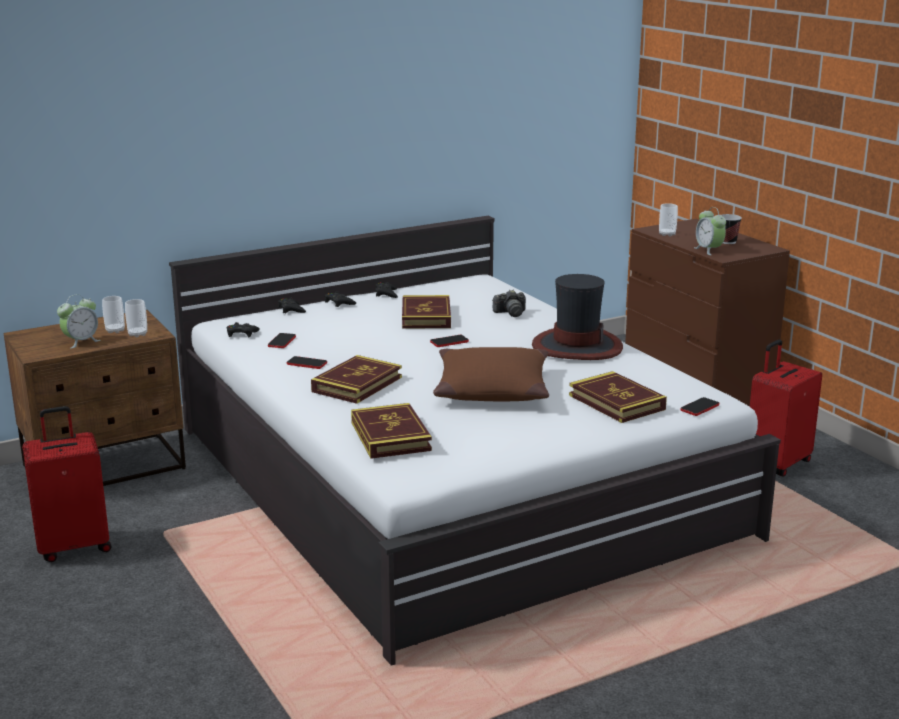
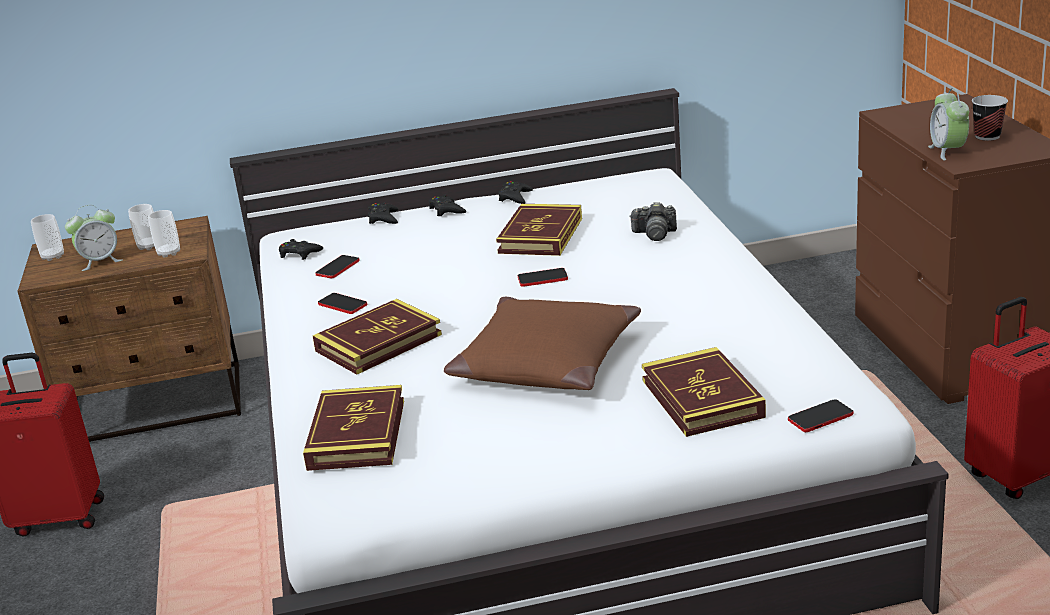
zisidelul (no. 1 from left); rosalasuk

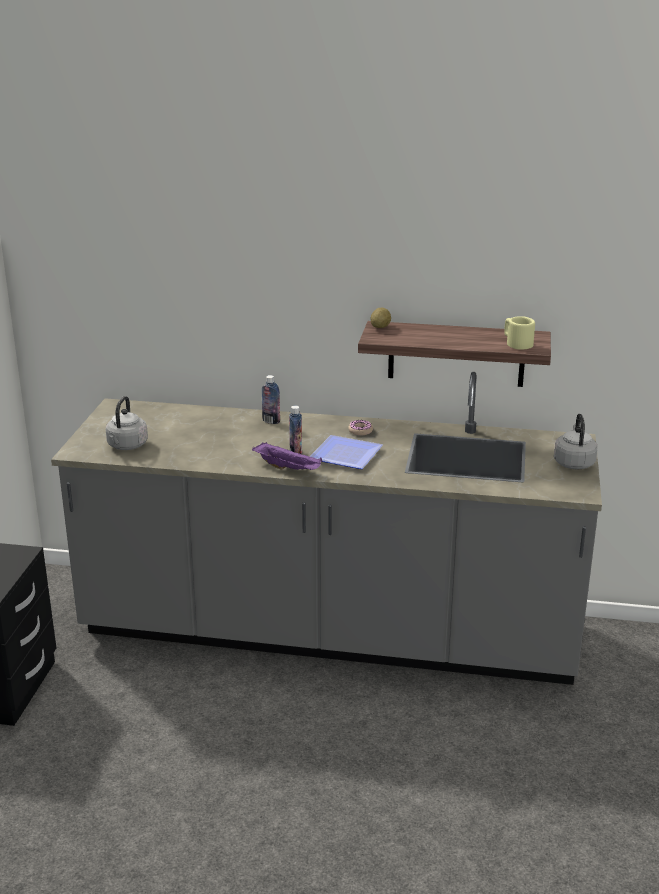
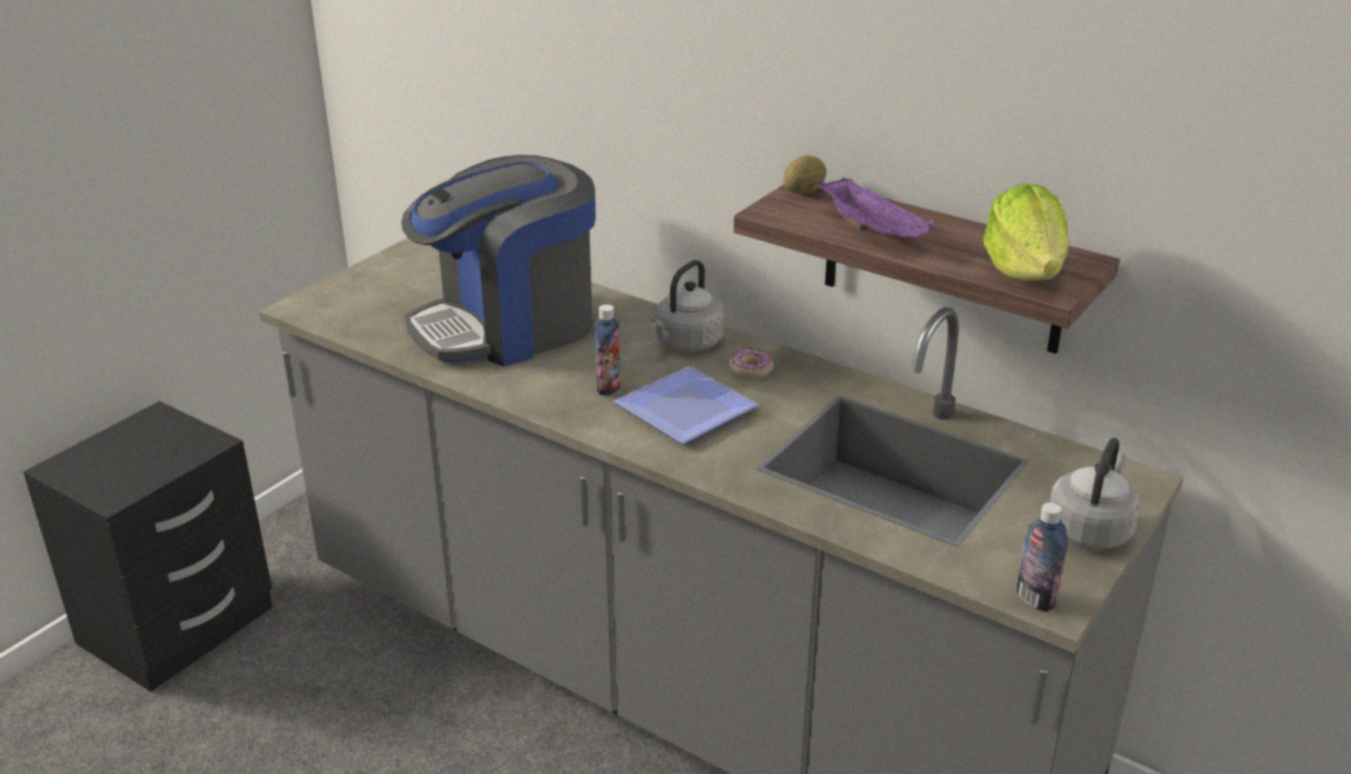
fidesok; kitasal (no. 2 from left); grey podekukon (no. 1 from left); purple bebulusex; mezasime

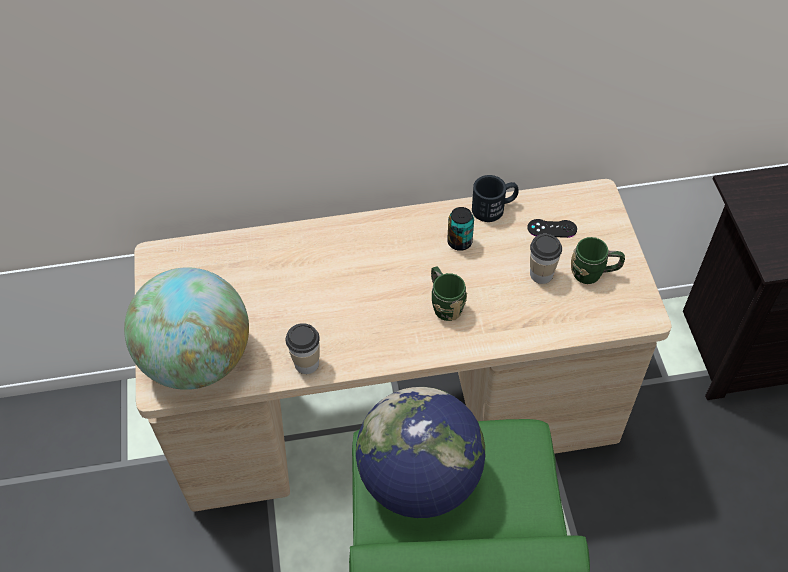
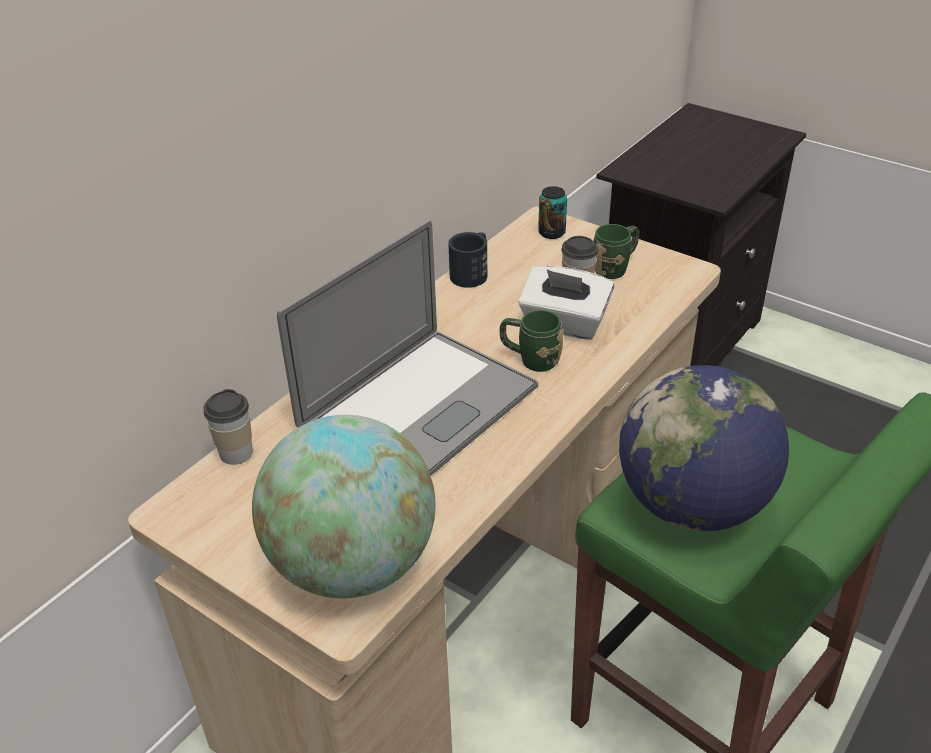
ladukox; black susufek; zisidelul (no. 1 from left); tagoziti; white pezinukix

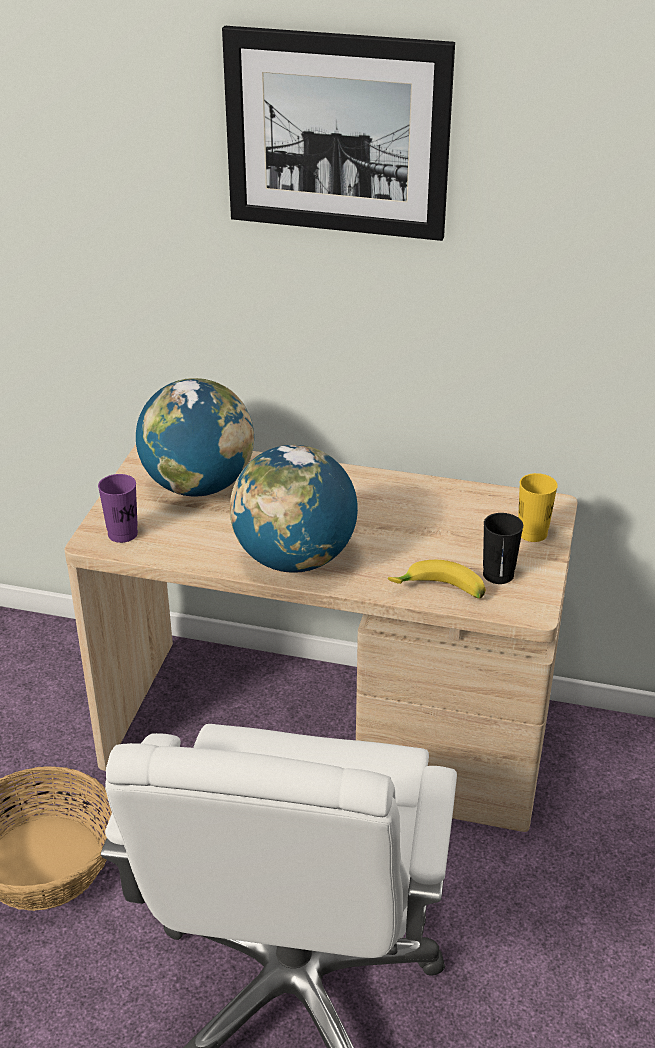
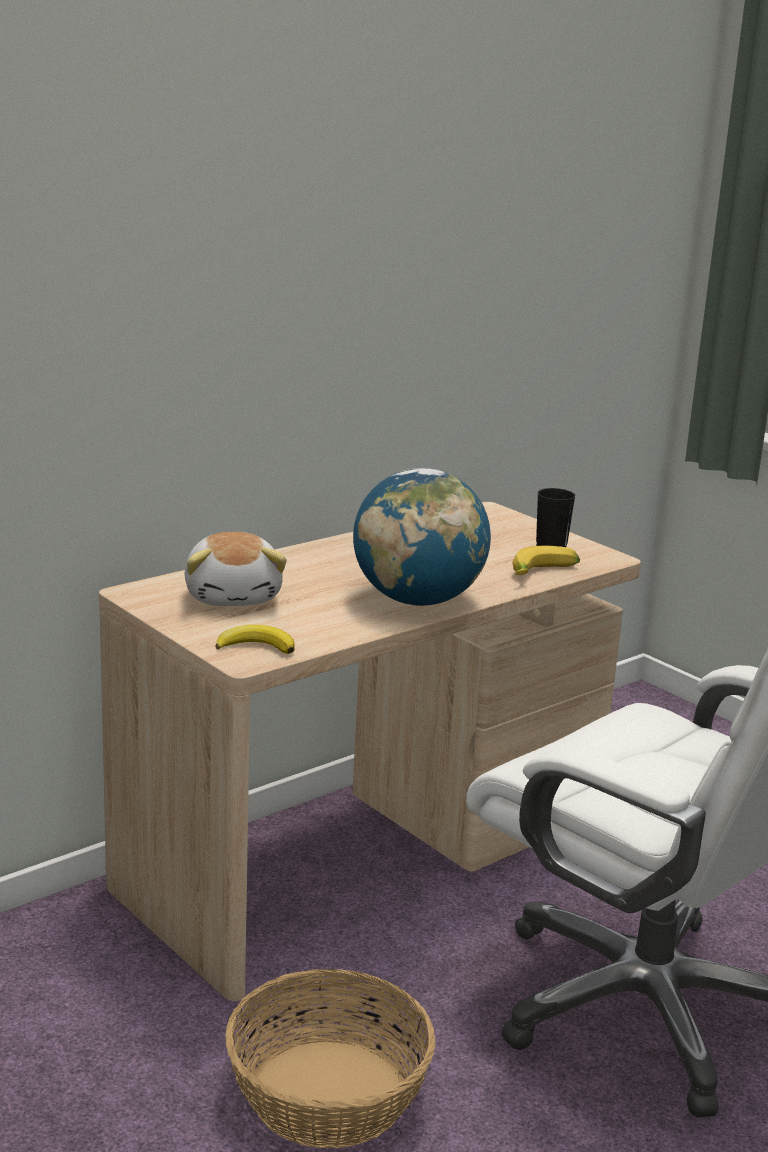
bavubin; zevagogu; yellow zisidelul; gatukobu (no. 1 from left)

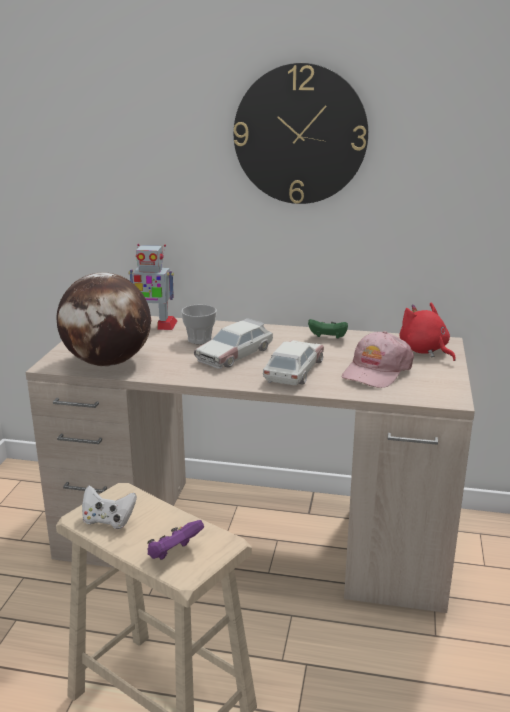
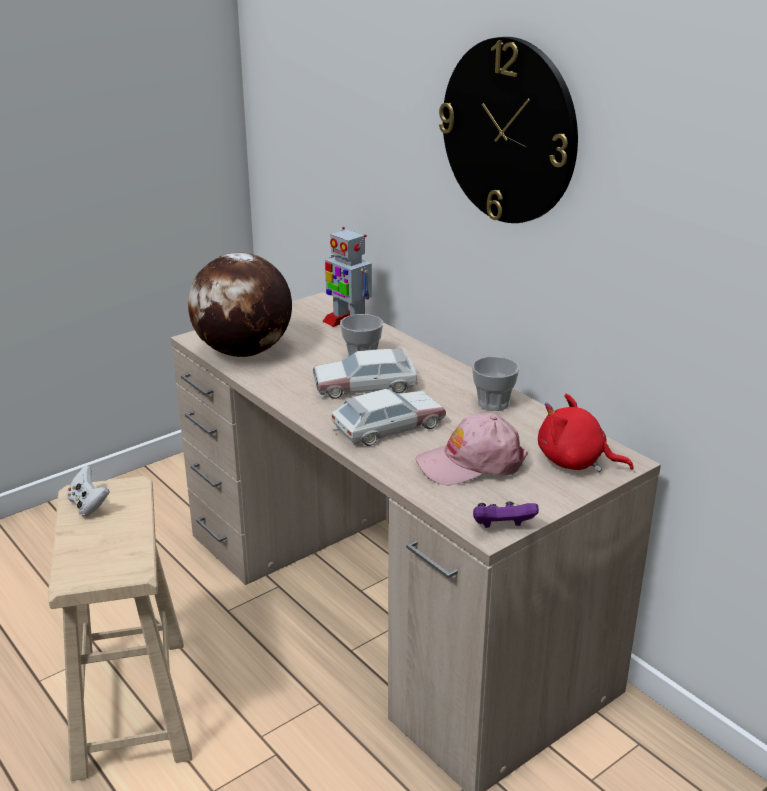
red zevagogu; zisidelul (no. 2 from left); purple susufek

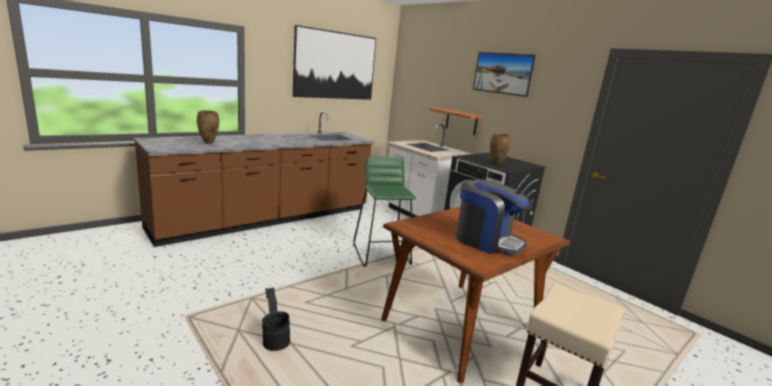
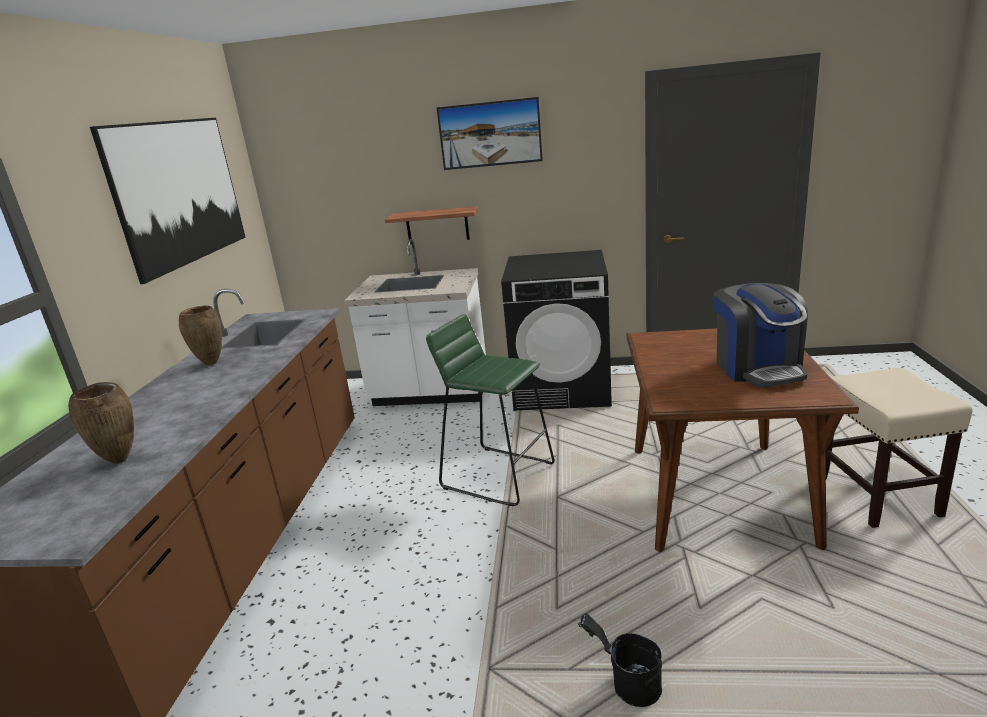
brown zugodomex (no. 2 from left); mezasime

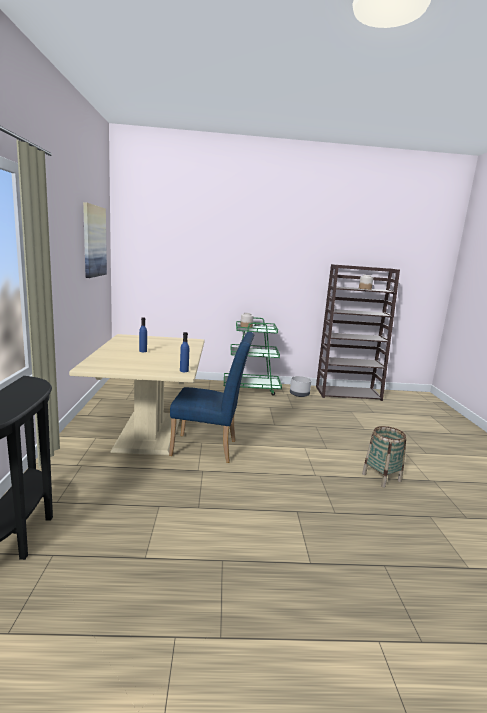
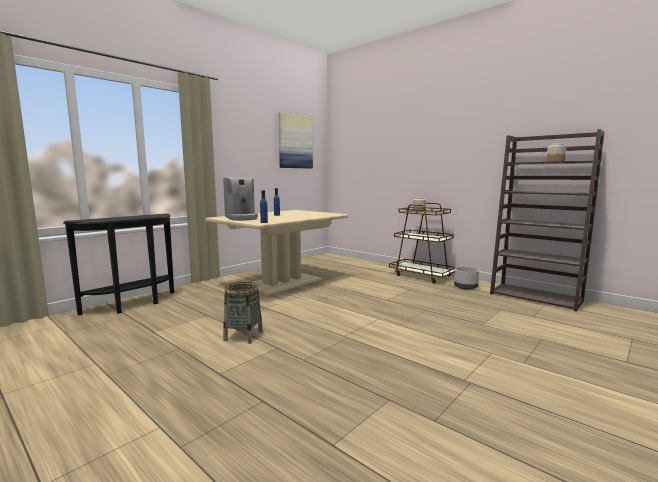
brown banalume; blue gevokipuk; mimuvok; mezasime

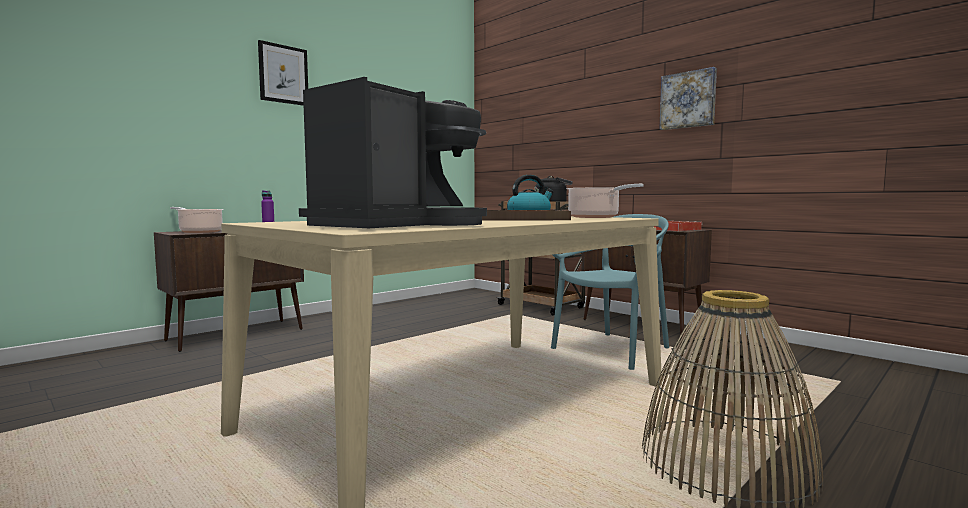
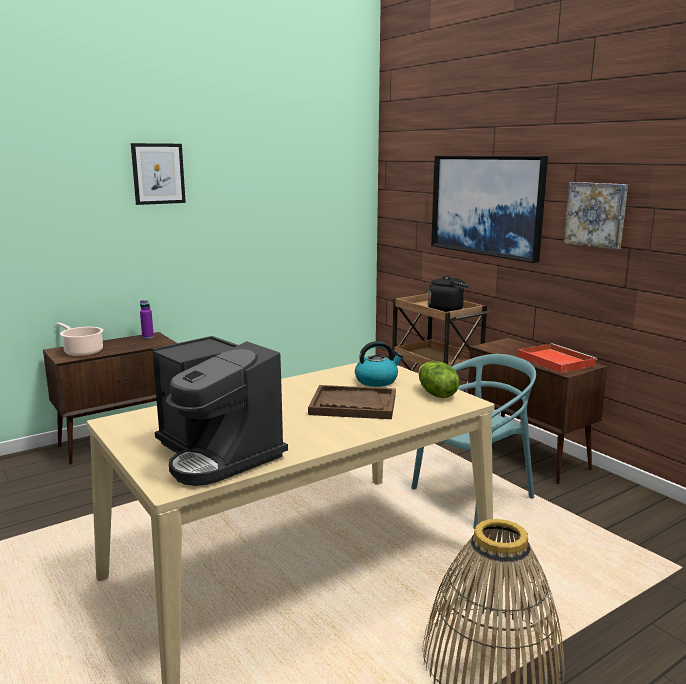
mezasime; fidesok; bavubin (no. 2 from left)

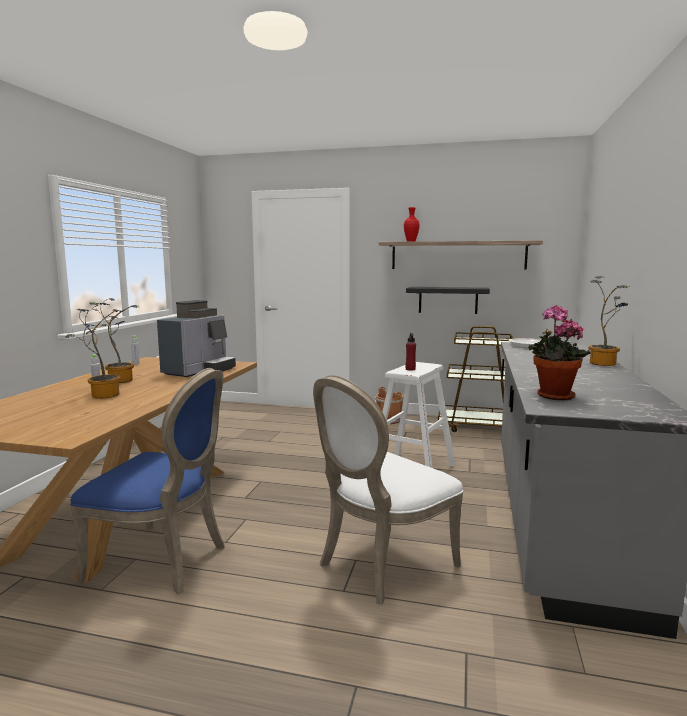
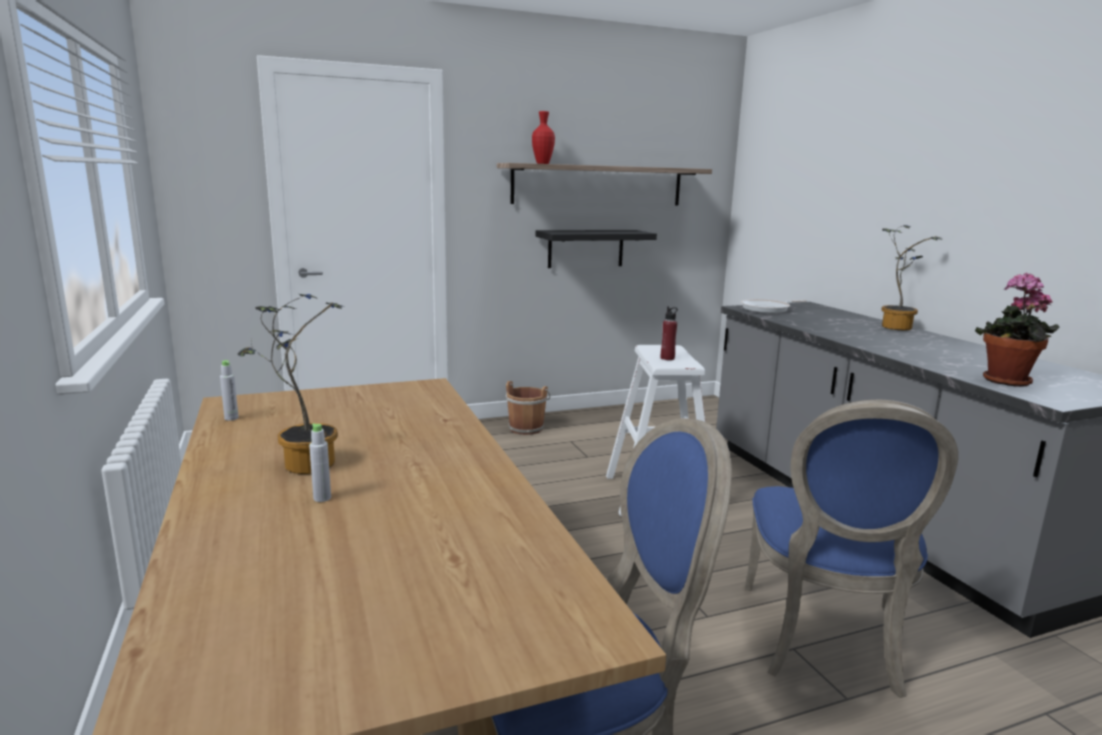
mezasime; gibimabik (no. 1 from left in the first image); brown banalume; blue gevokipuk (no. 2 from left)

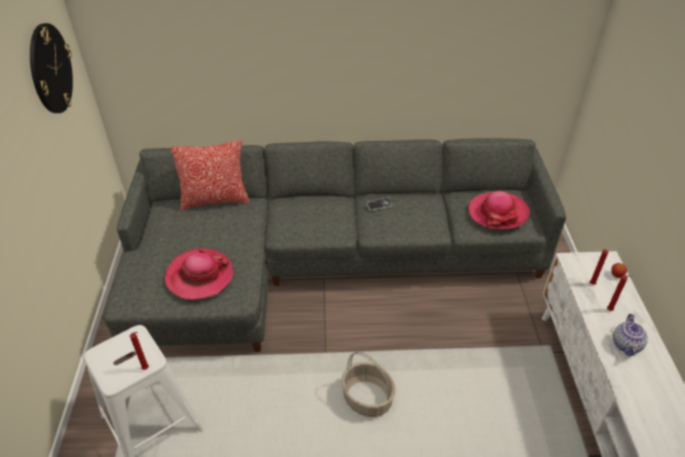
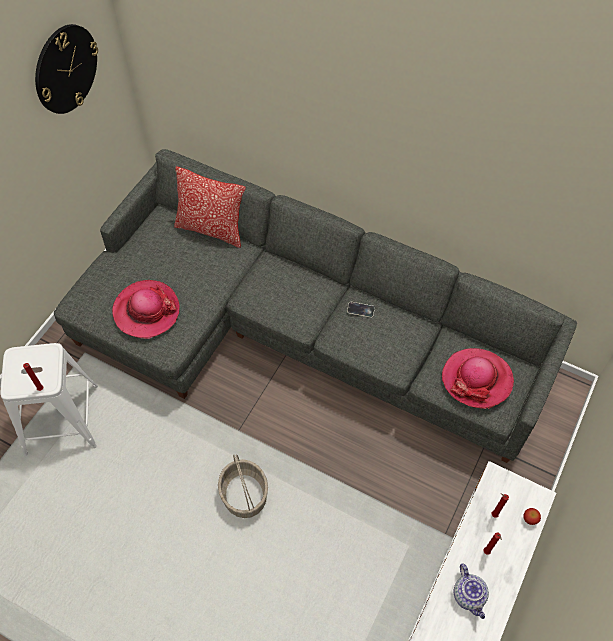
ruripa

